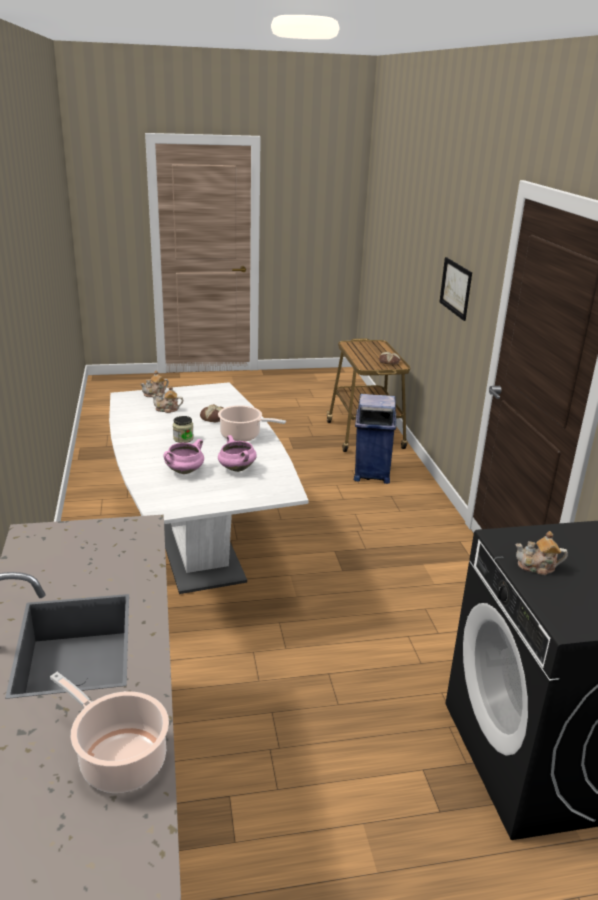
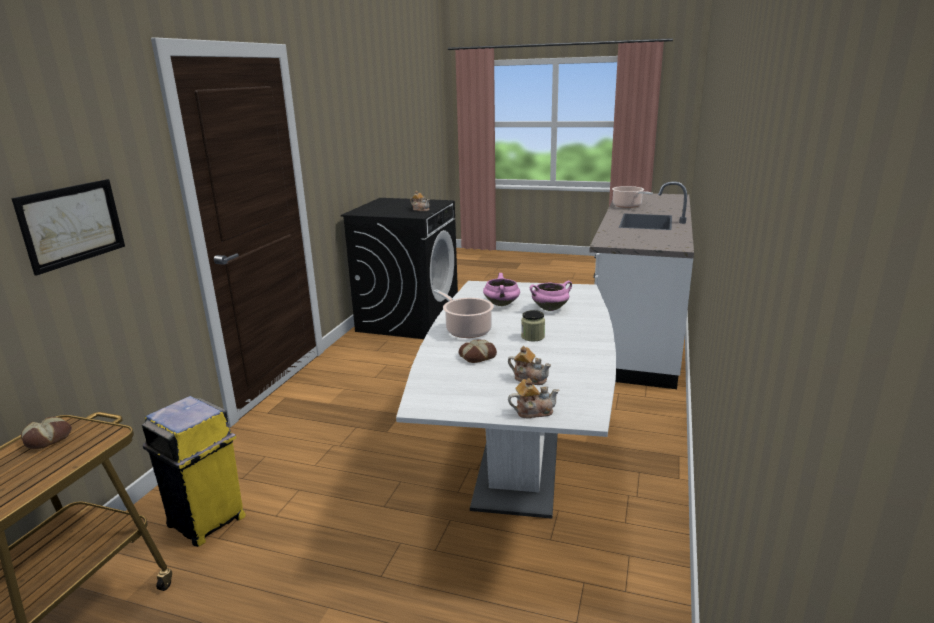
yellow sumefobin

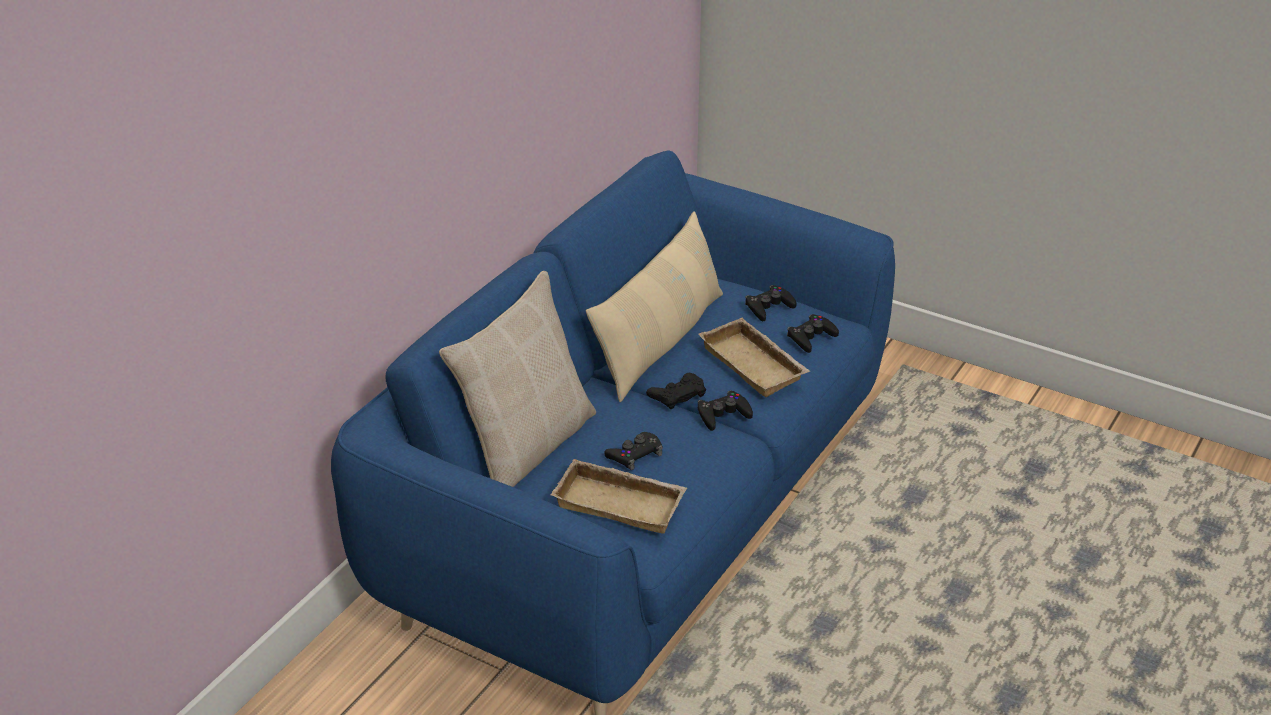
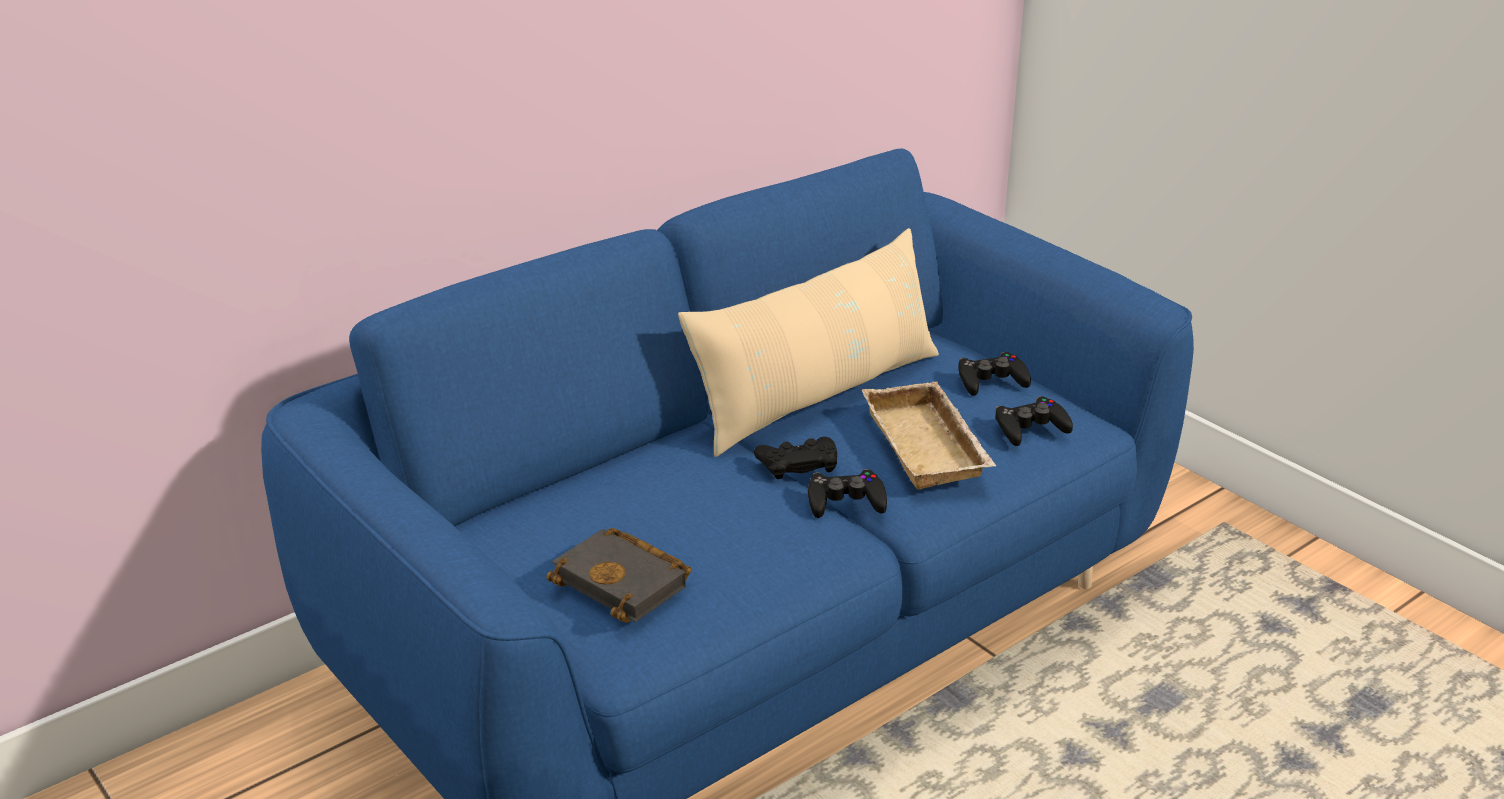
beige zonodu (no. 1 from left in the first image); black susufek (no. 1 from left in the first image); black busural

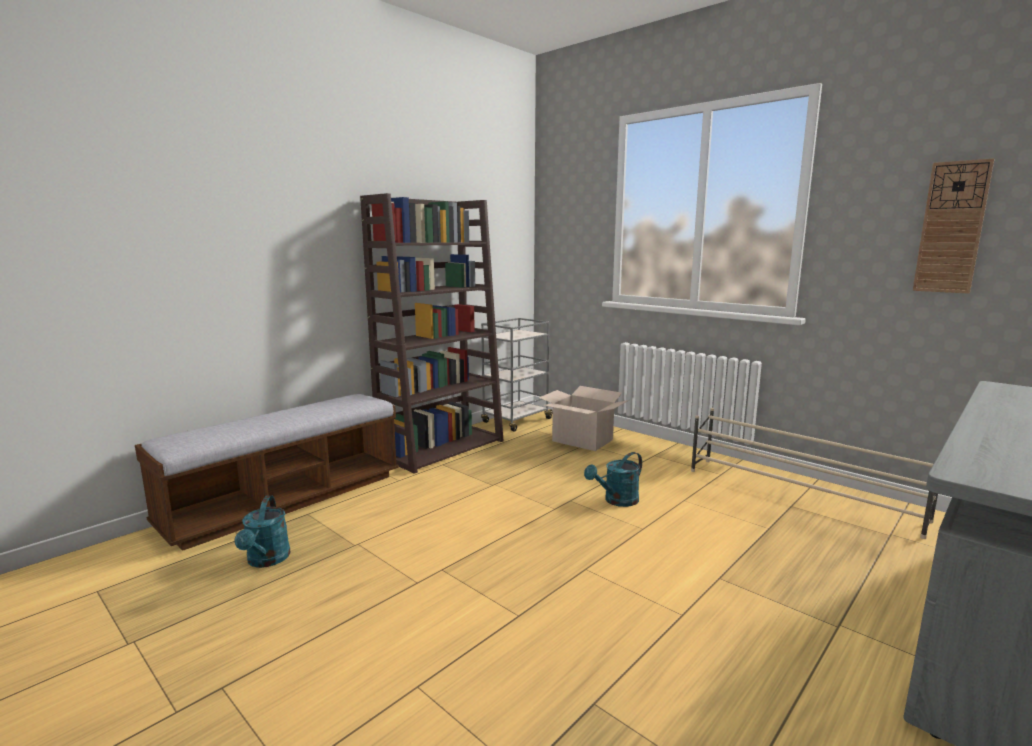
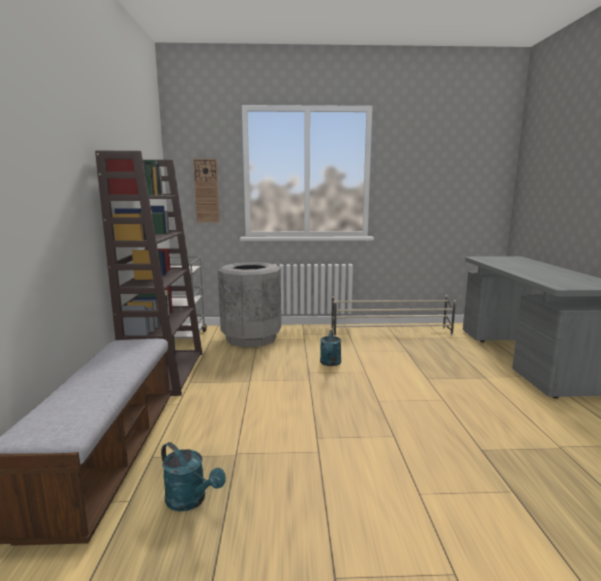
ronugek; grey sumefobin

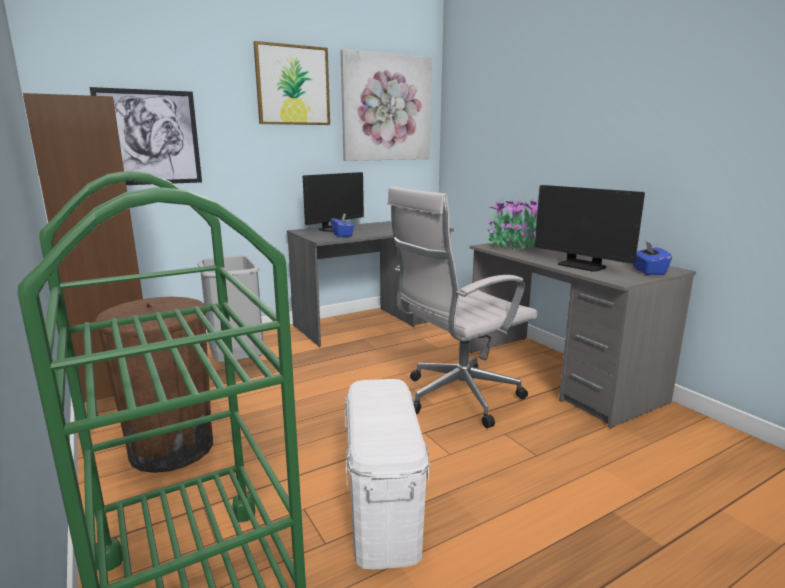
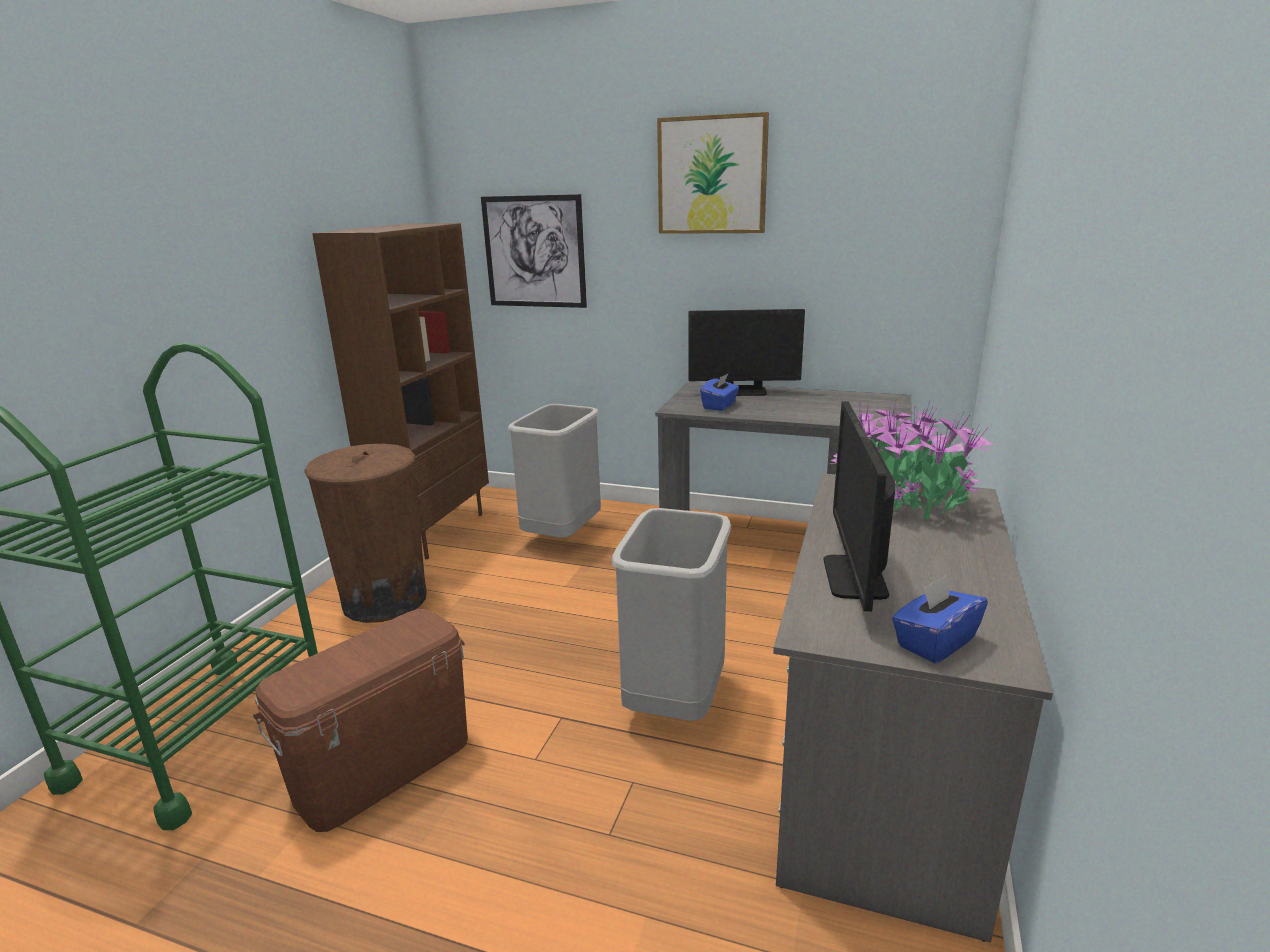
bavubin (no. 3 from left in the first image); grey sumefobin (no. 2 from left); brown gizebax

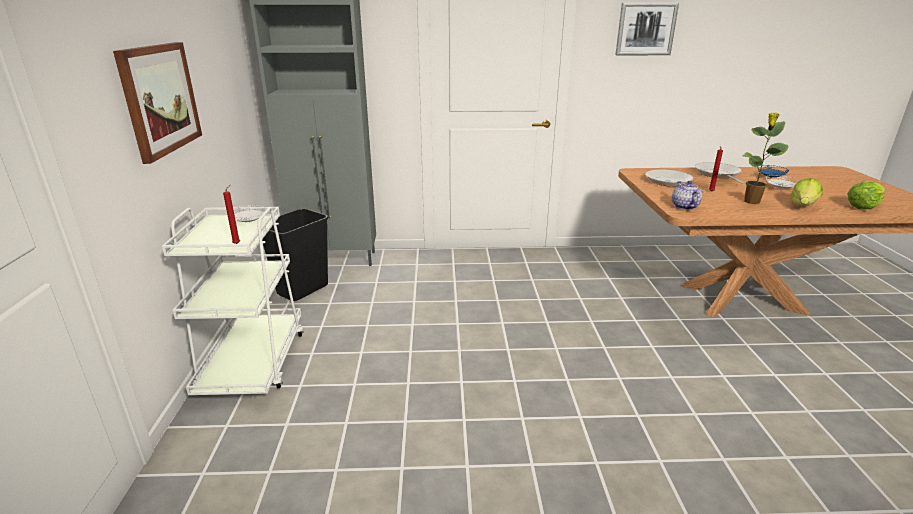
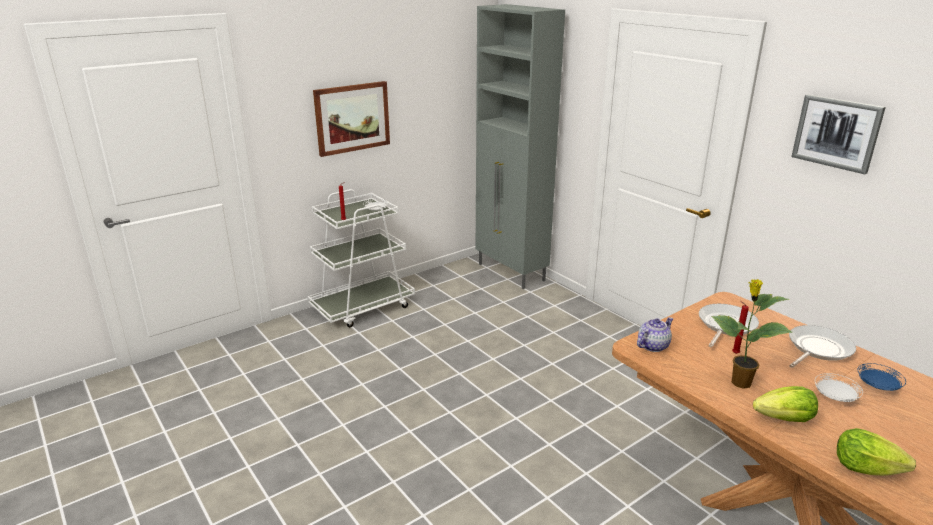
black sumefobin

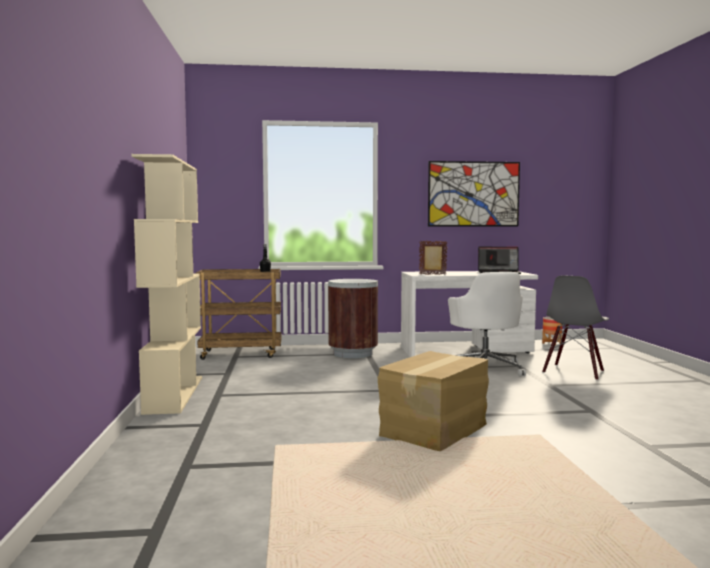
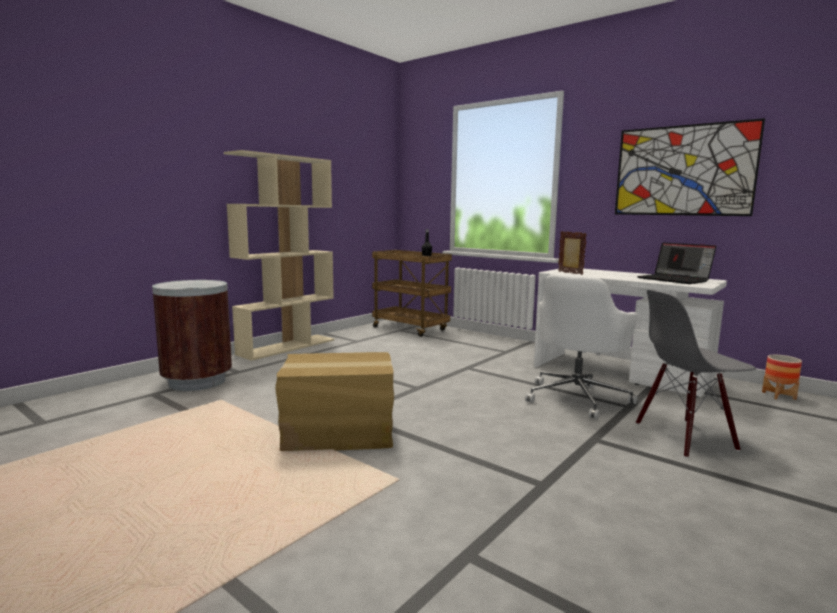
brown sumefobin

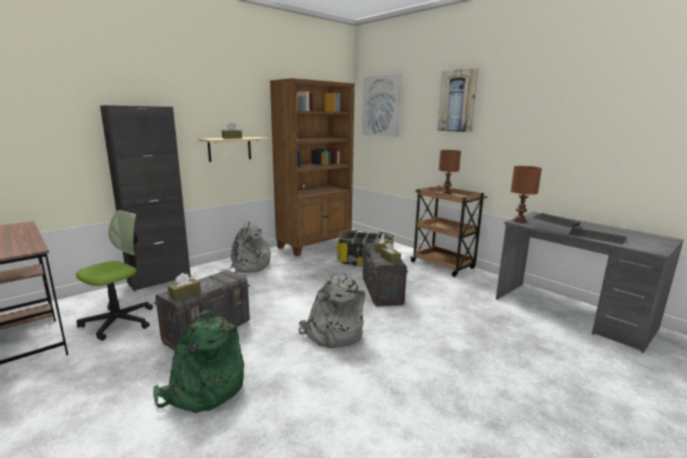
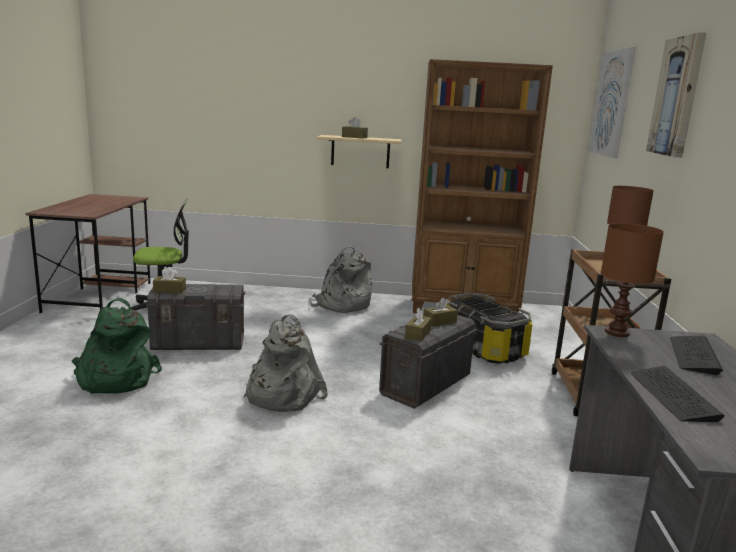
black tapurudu

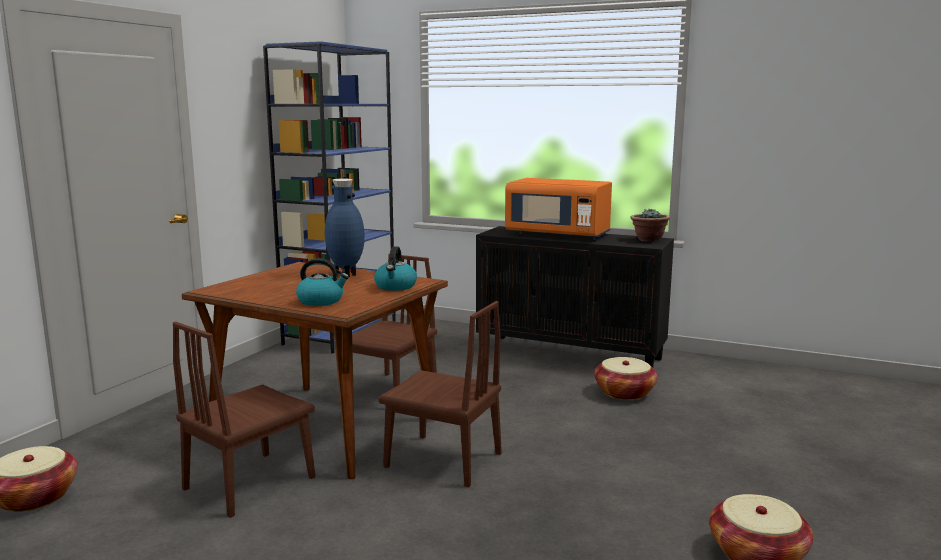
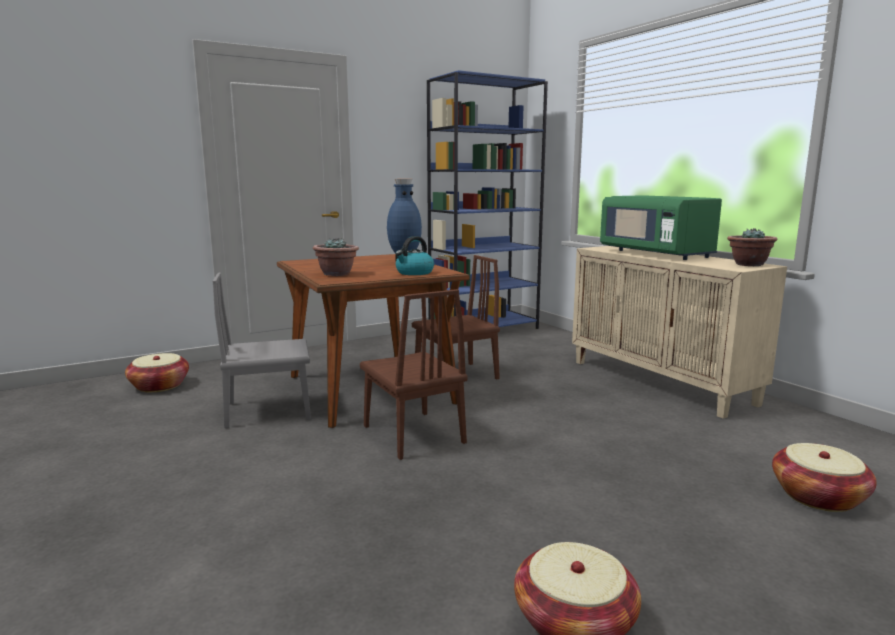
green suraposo; beige tapurudu; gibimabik (no. 1 from left); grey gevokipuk; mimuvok (no. 3 from left)

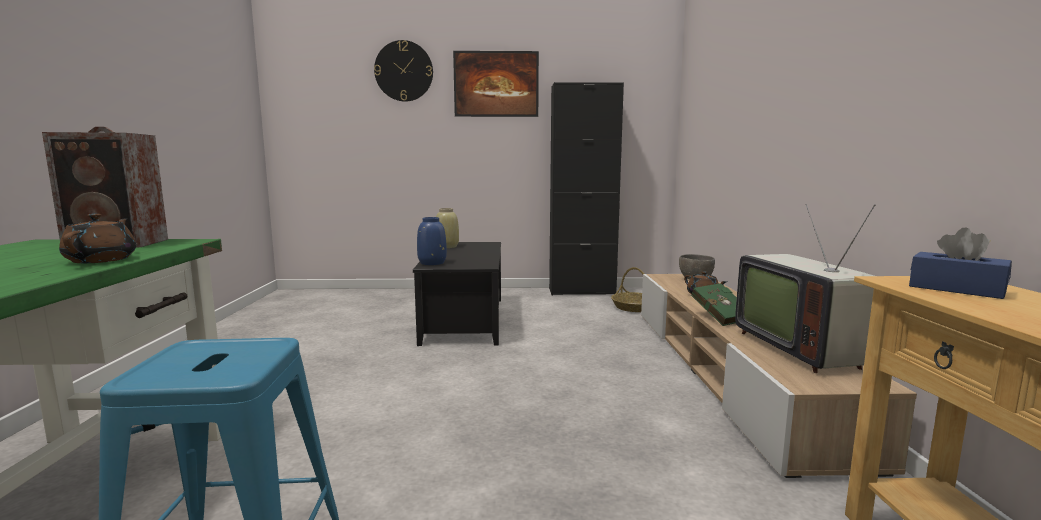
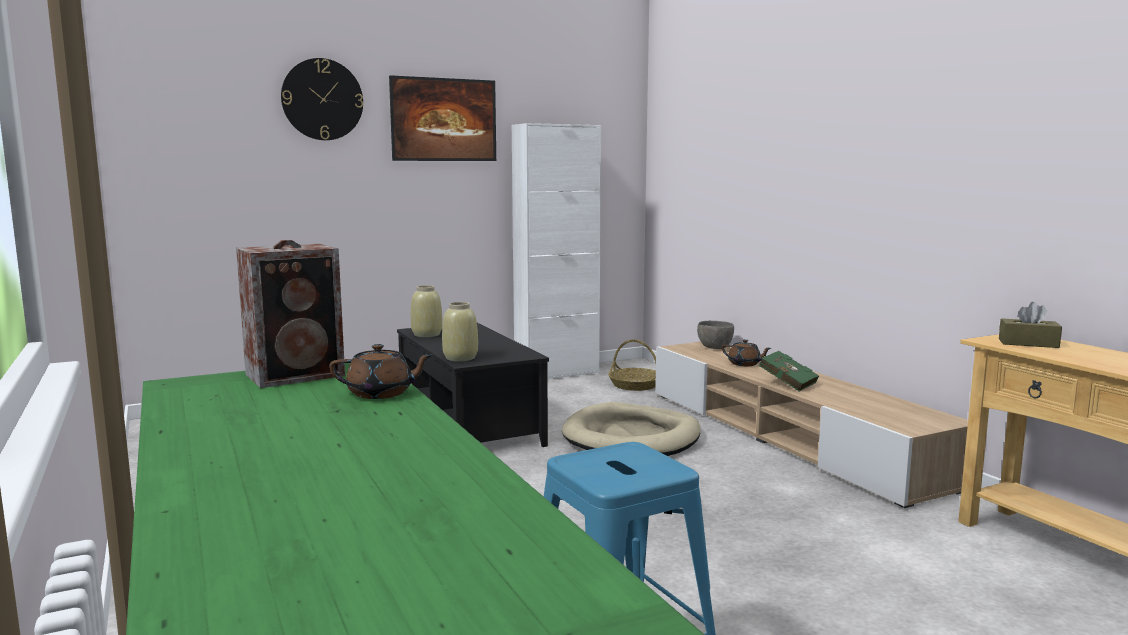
white tapurudu; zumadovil; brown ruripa (no. 1 from left); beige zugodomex (no. 2 from left); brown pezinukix; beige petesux

